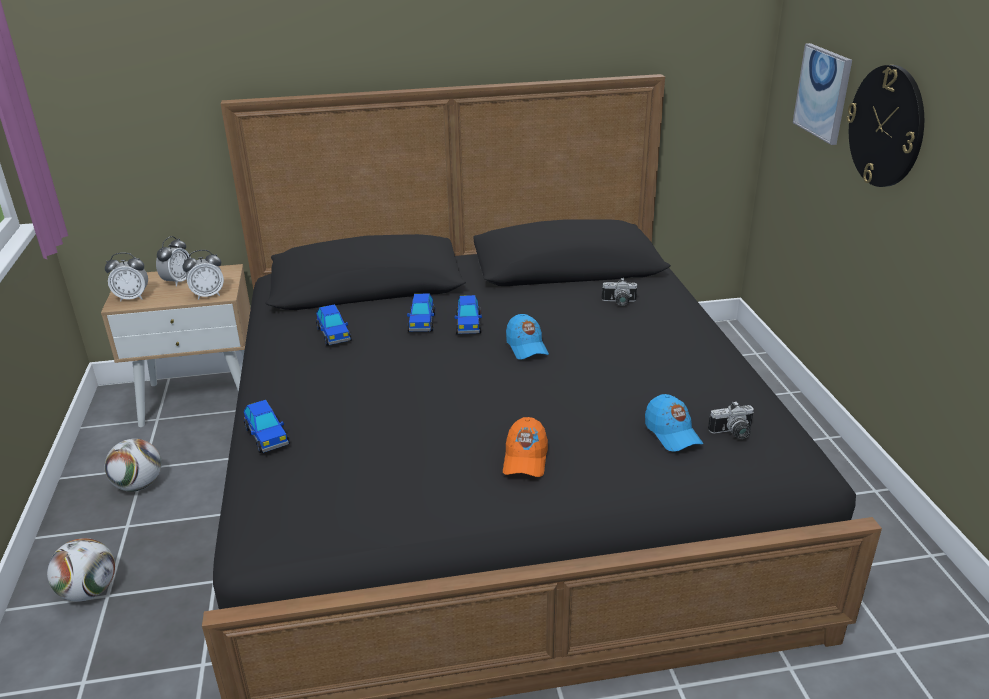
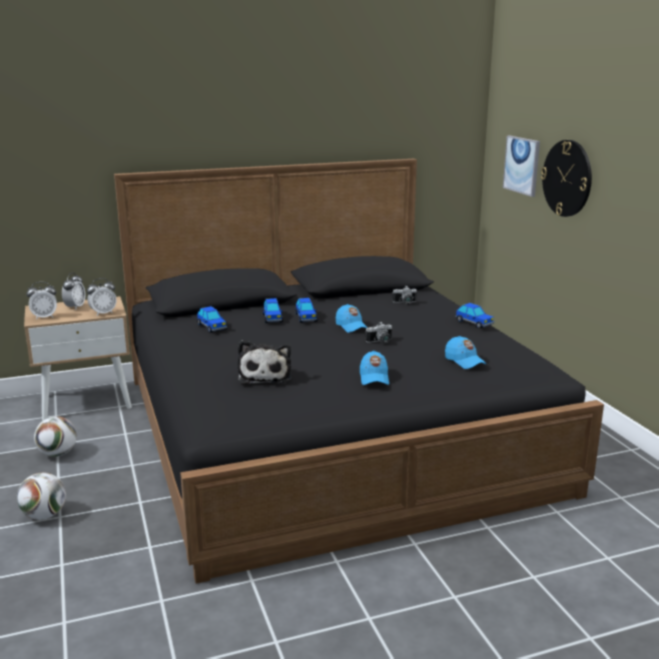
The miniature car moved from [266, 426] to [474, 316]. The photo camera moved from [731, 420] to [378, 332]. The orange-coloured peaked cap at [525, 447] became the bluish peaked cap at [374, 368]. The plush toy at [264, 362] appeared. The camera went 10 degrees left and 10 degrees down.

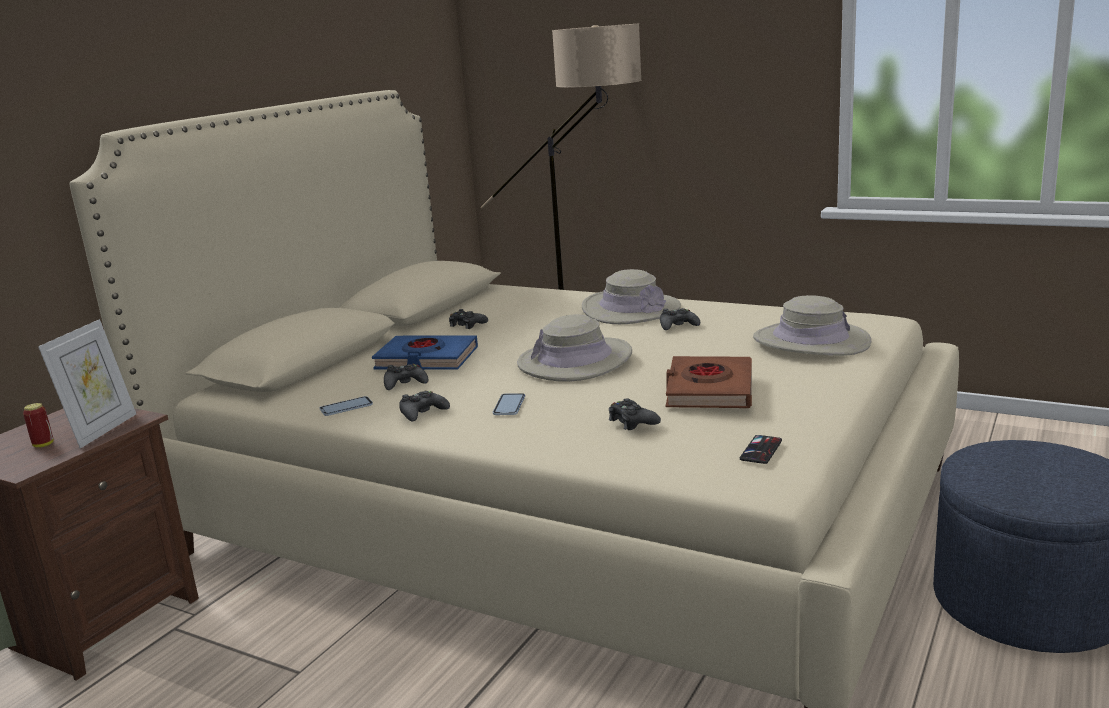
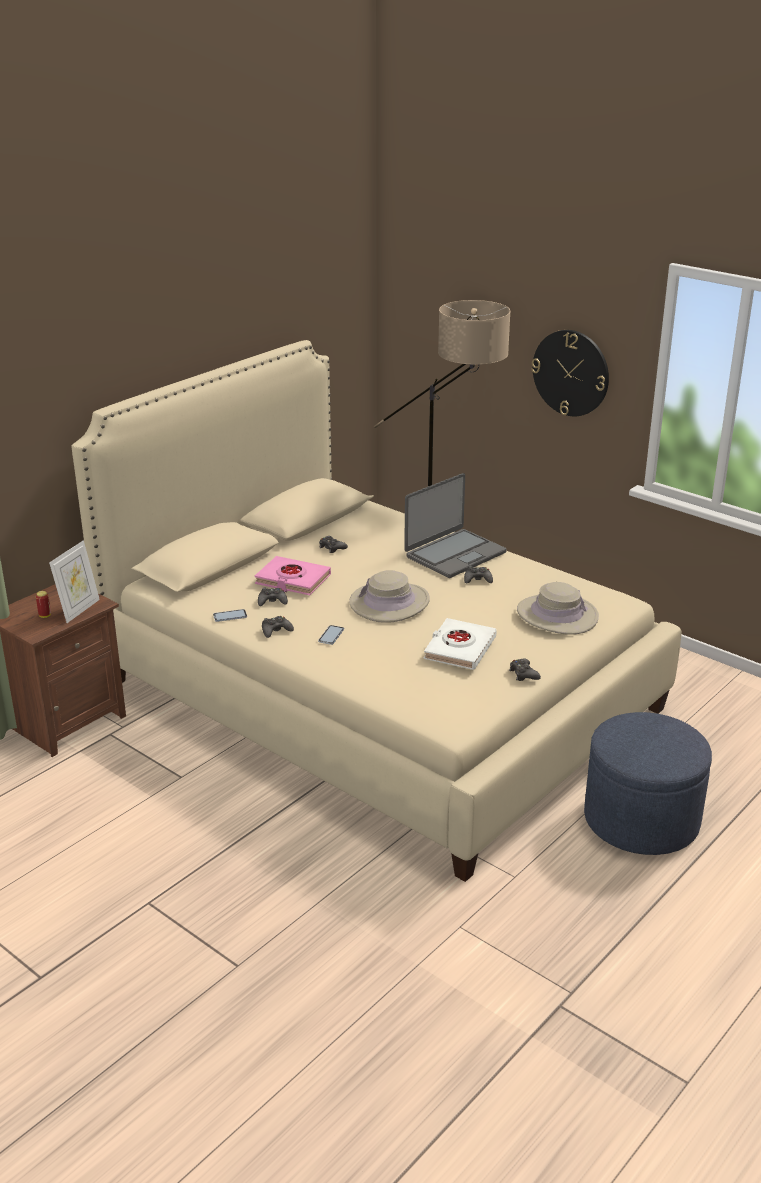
The beige clothing hat at [631, 296] was replaced by the laptop at [455, 525]. The bluish book at [425, 352] became the pinkish book at [293, 575]. The brown book at [709, 382] became the whitish book at [460, 644]. The black game controller moved from [635, 414] to [525, 670]. The handset at [761, 449] disappeared. The hanging clock at [570, 373] appeared. The camera went 10 degrees right and 10 degrees up.

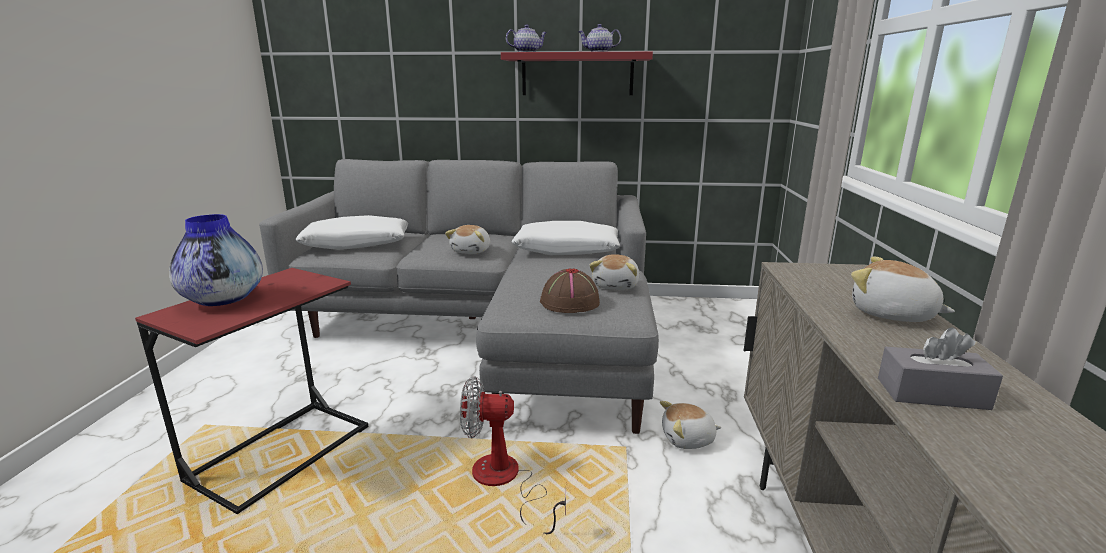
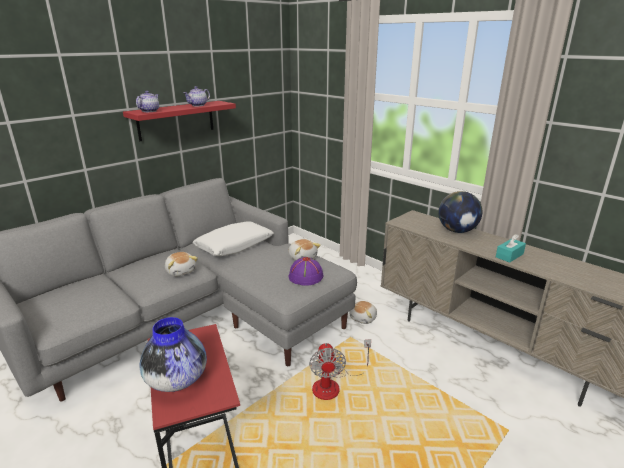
The whitish cushion at [352, 232] disappeared. The plush toy at [903, 289] was replaced by the desk globe at [460, 212]. The brown clothing hat at [570, 290] became the purple clothing hat at [306, 271]. The grey tissue holder at [940, 368] became the turquoise tissue holder at [511, 248]. The cooling fan at [513, 455] turned 45 degrees counterclockwise. The camera went 50 degrees left and 5 degrees up.

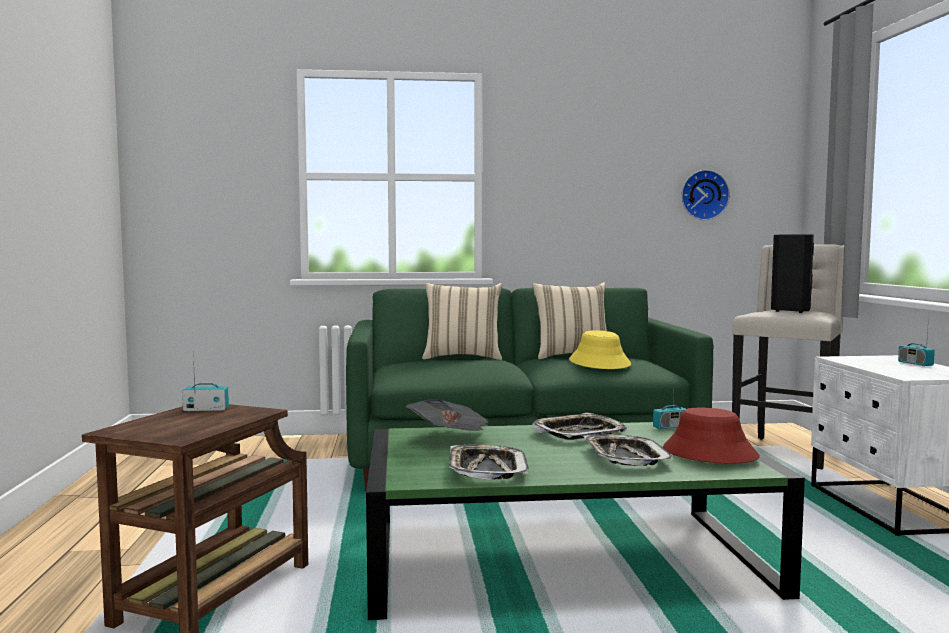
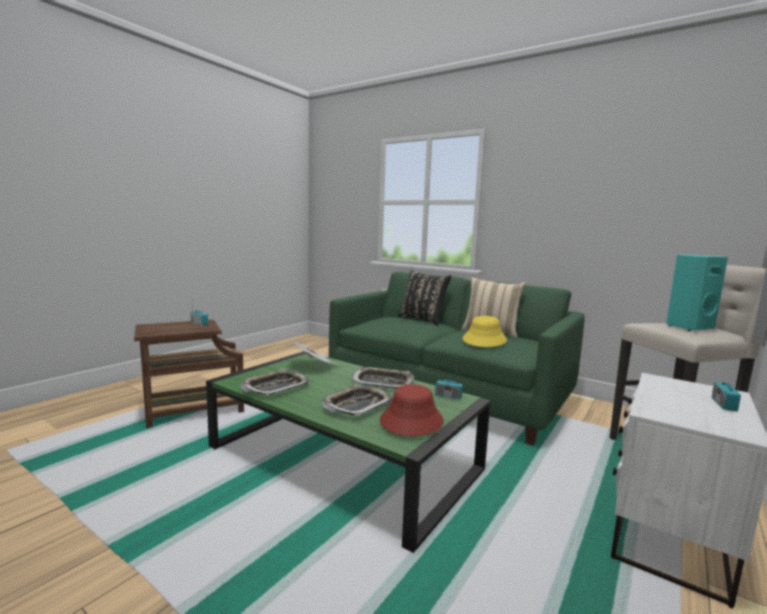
The hanging clock at [705, 195] disappeared. The black audio speaker at [792, 273] became the turquoise audio speaker at [697, 293]. The beige cushion at [462, 321] became the black cushion at [424, 298]. The camera went 40 degrees right and 5 degrees up.

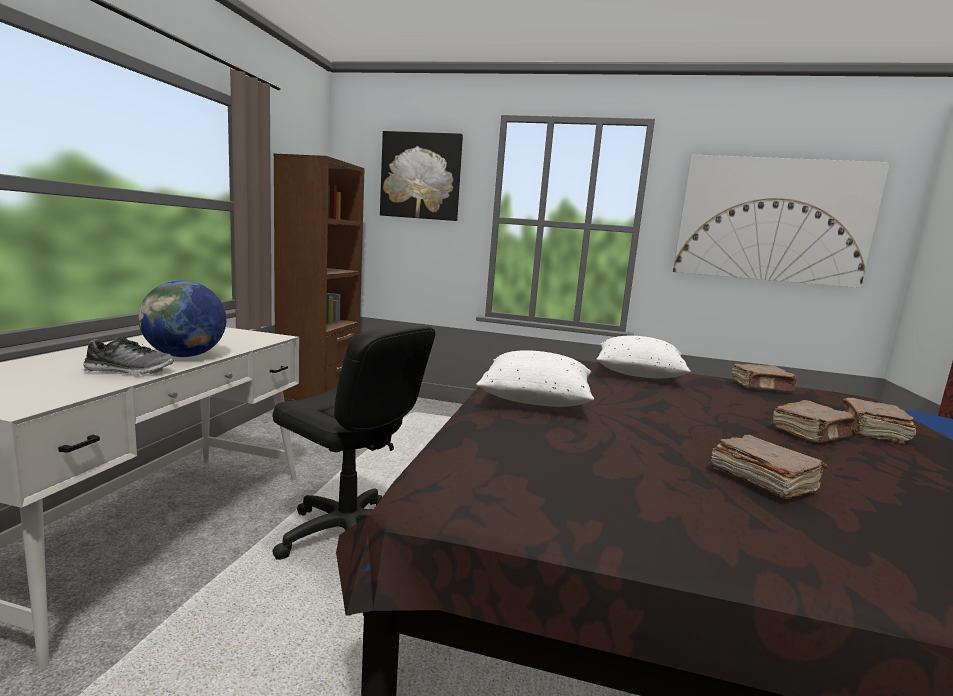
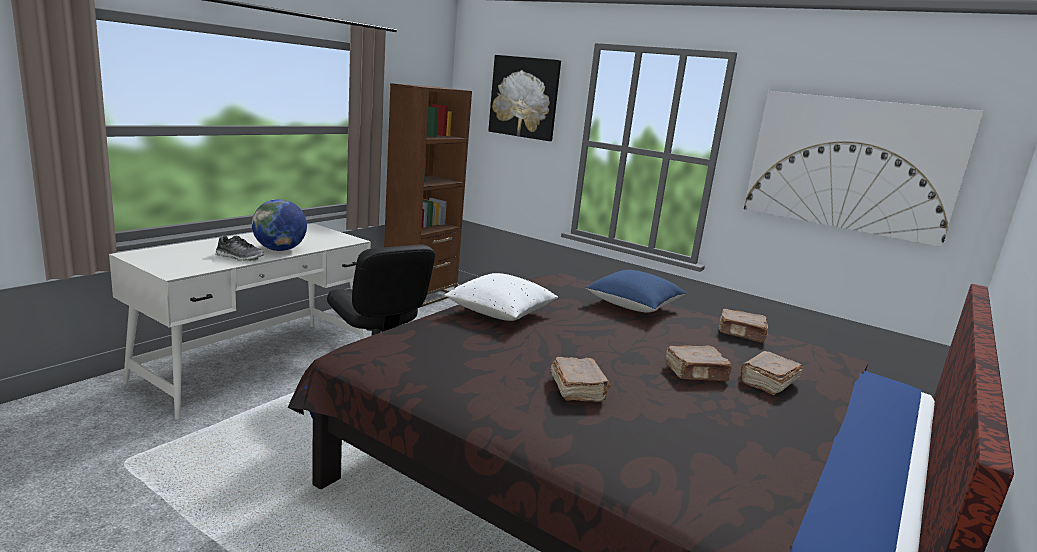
The whitish cushion at [643, 357] became the bluish cushion at [635, 291]. The camera went 20 degrees right and 5 degrees up.

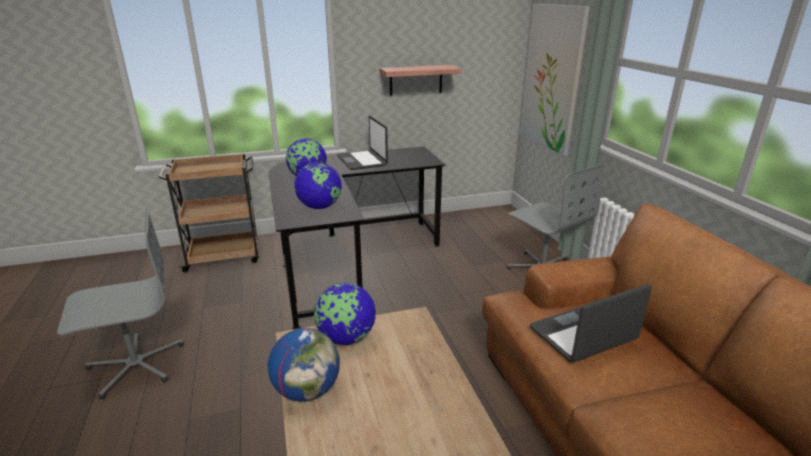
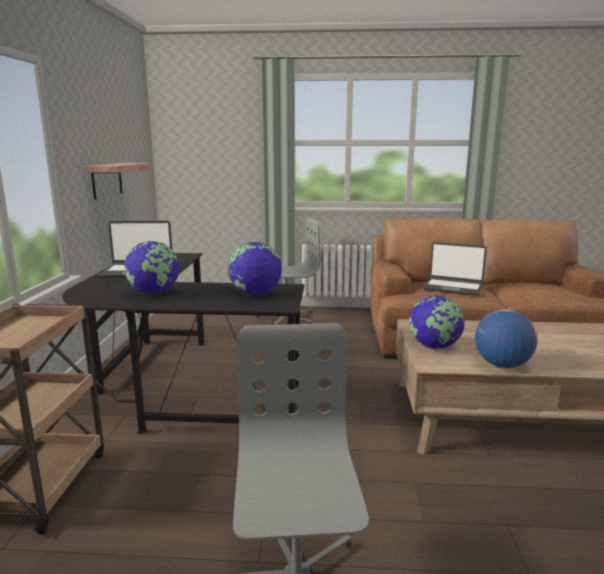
The picture at [555, 80] disappeared. The laptop at [591, 323] turned 60 degrees counterclockwise. The camera went 70 degrees left and 10 degrees down.

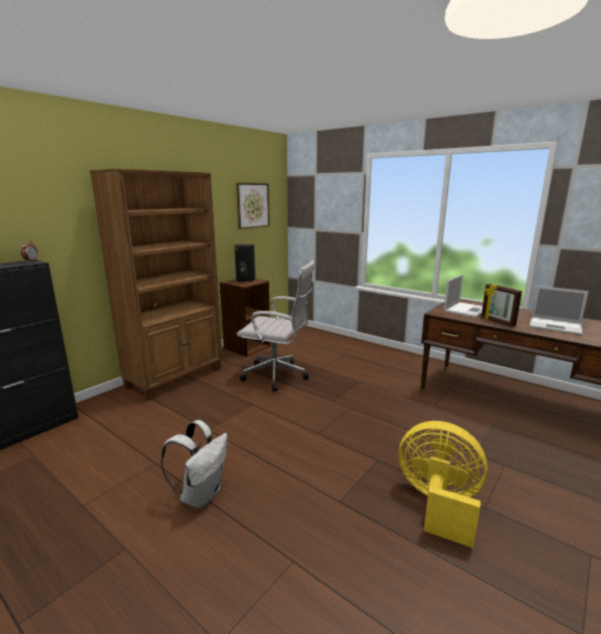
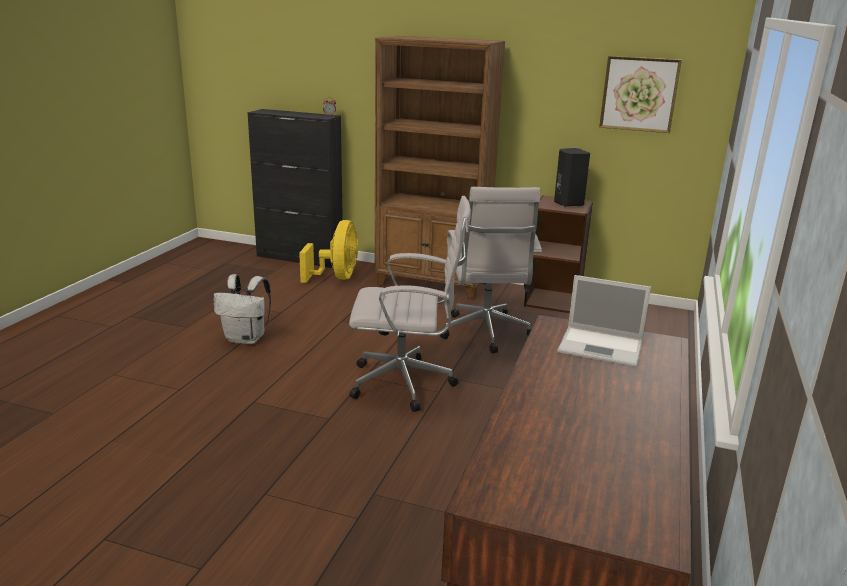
The photo frame at [501, 305] disappeared. The laptop at [559, 310] disappeared. The yellowish cooling fan moved from [443, 484] to [328, 251]. The whitish desk chair at [410, 304] appeared. The camera went 70 degrees right and 5 degrees up.

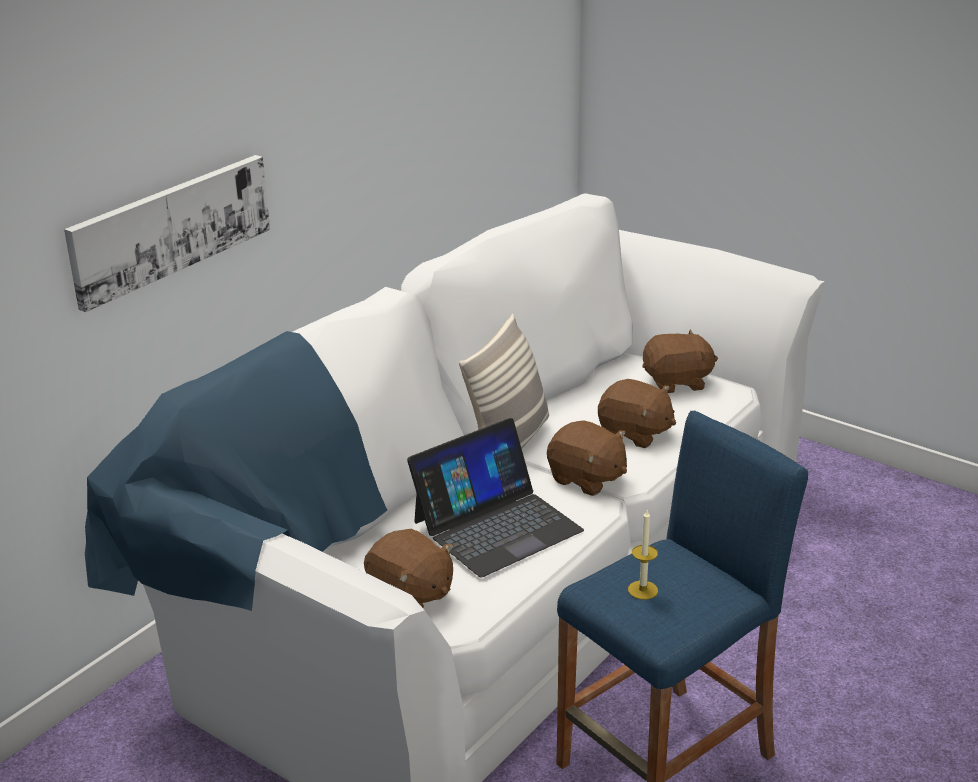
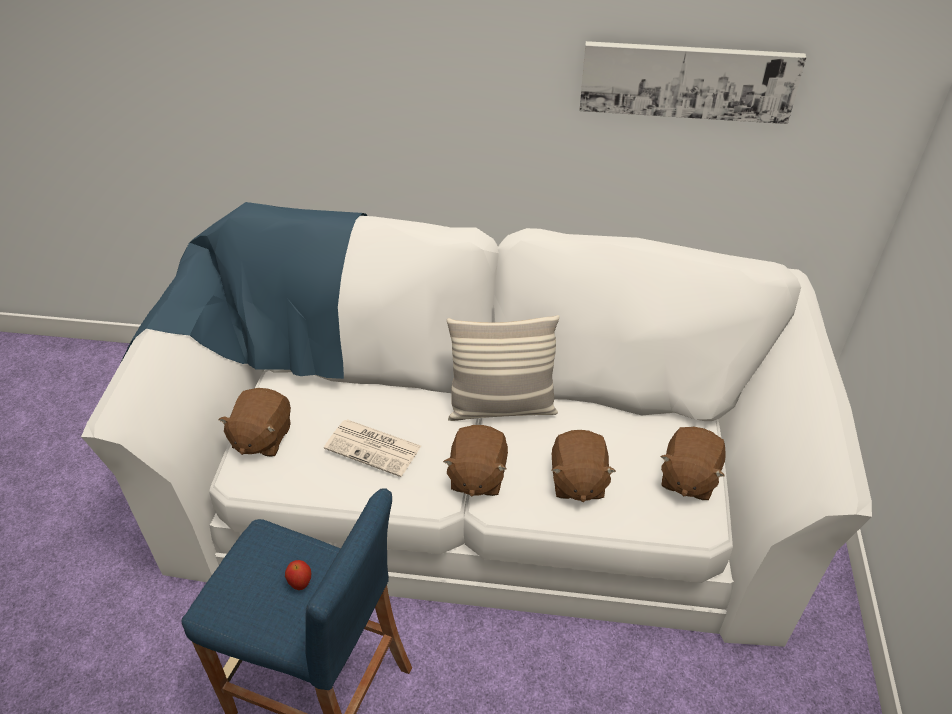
The picture moved from [167, 233] to [692, 82]. The brown plush toy at [680, 361] turned 60 degrees clockwise. The laptop at [495, 497] was replaced by the daily paper at [372, 448]. The wax light at [643, 555] disappeared. The apple at [298, 575] appeared. The camera went 60 degrees right and 15 degrees up.

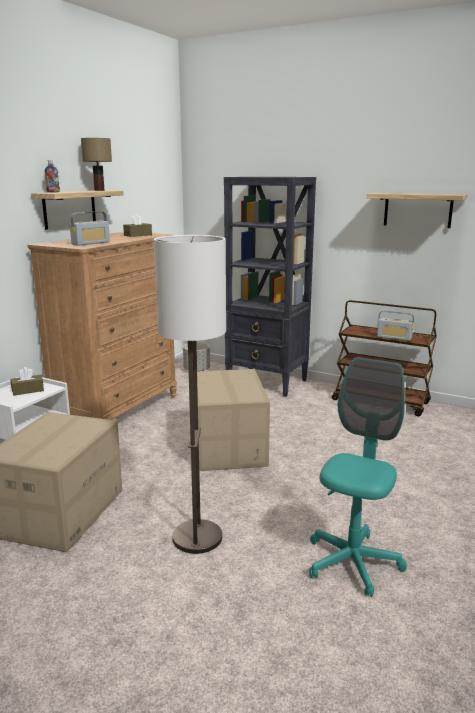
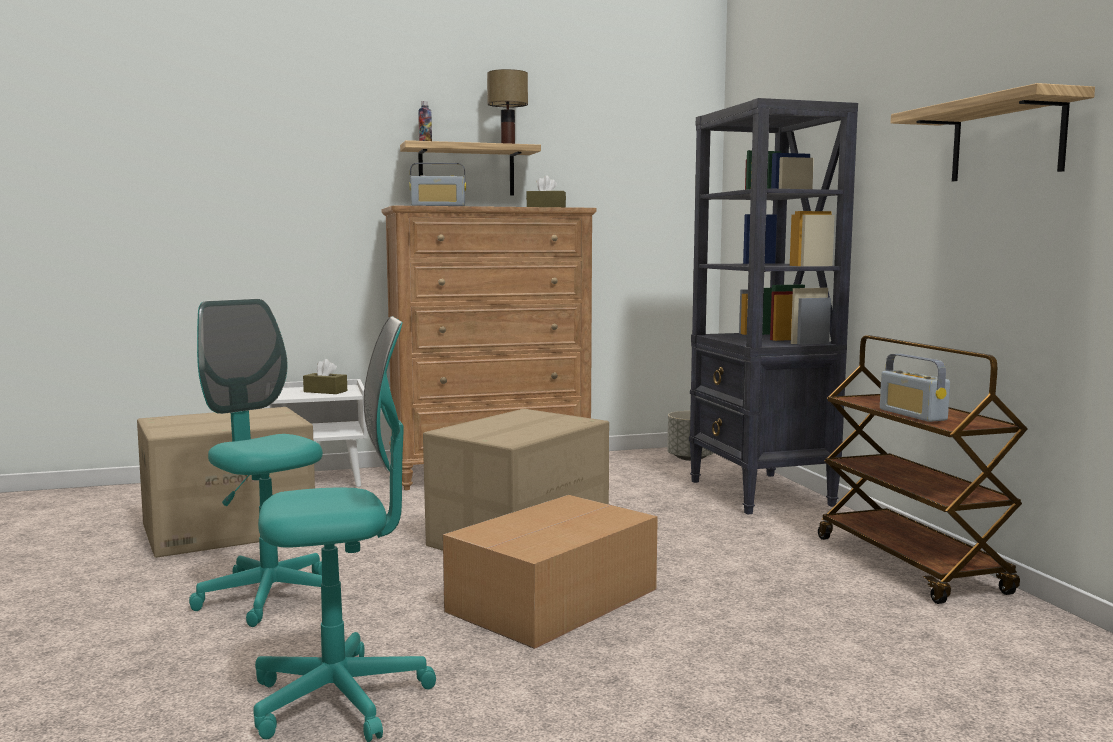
The standard lamp at [190, 394] was replaced by the turquoise desk chair at [256, 463]. The carton at [550, 572] appeared. The camera went 45 degrees right and 10 degrees down.

